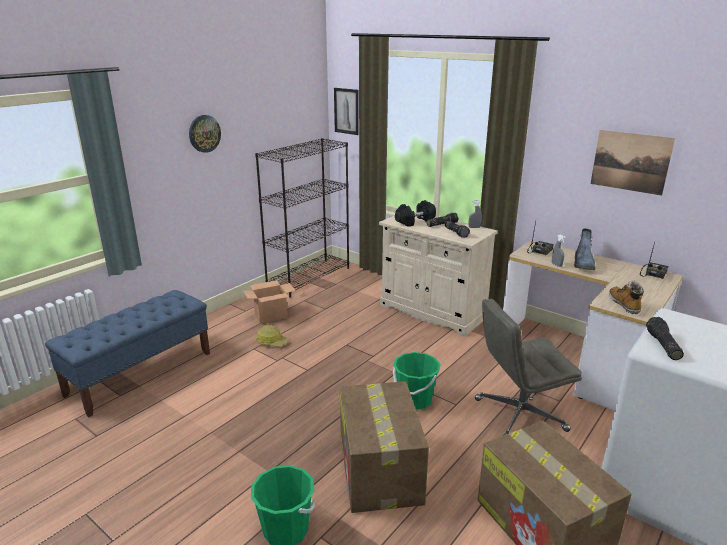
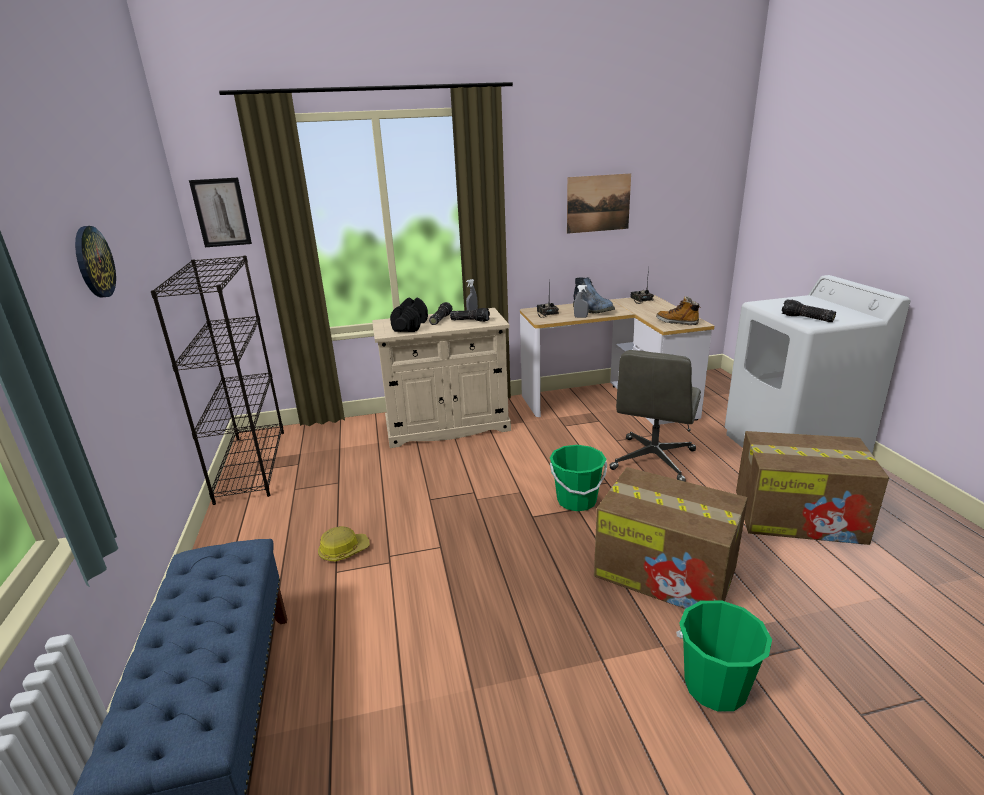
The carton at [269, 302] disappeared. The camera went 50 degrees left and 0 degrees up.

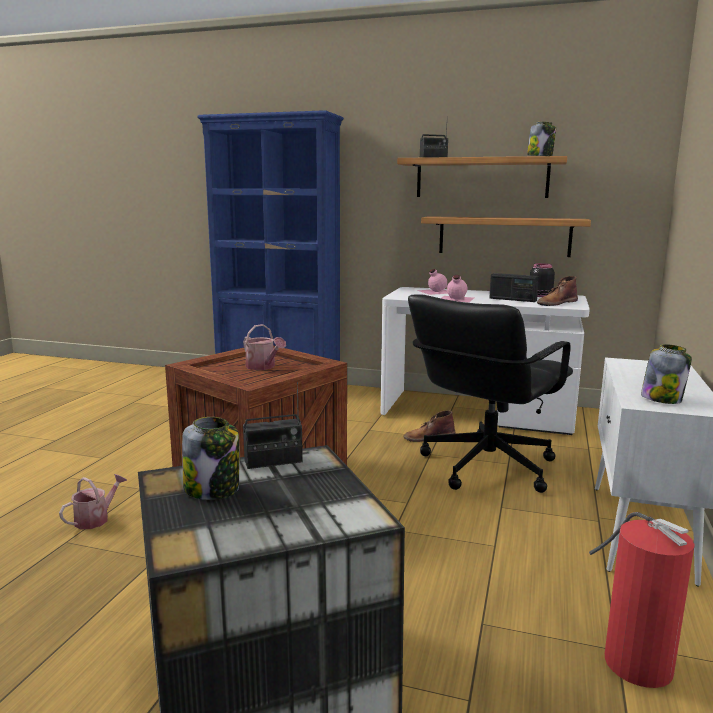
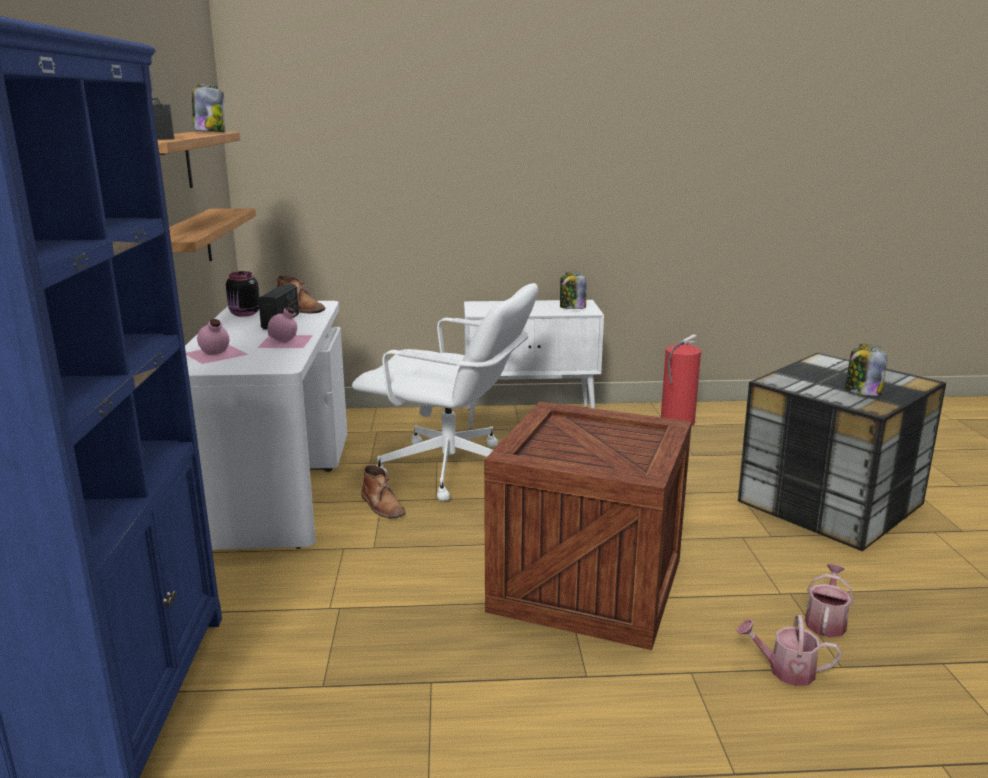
The black desk chair at [490, 393] became the whitish desk chair at [445, 392]. The watering pot moved from [264, 347] to [829, 601]. The radio receiver at [273, 425] disappeared. The camera went 110 degrees left and 5 degrees up.

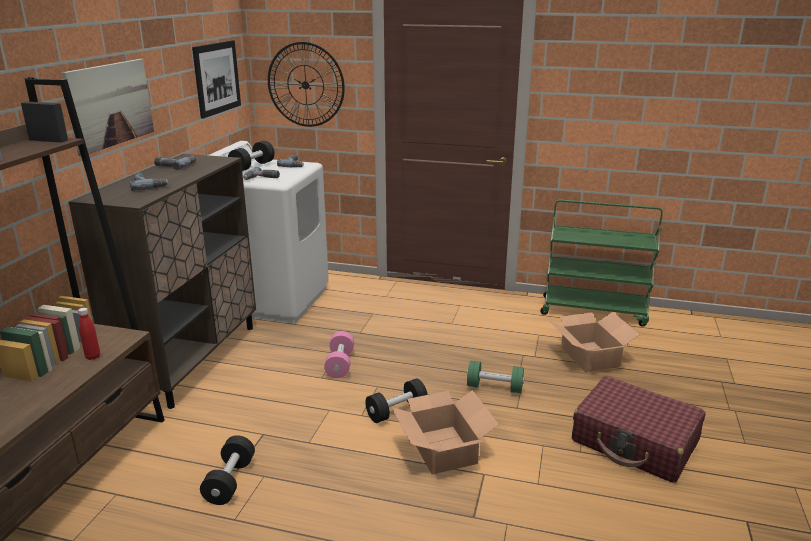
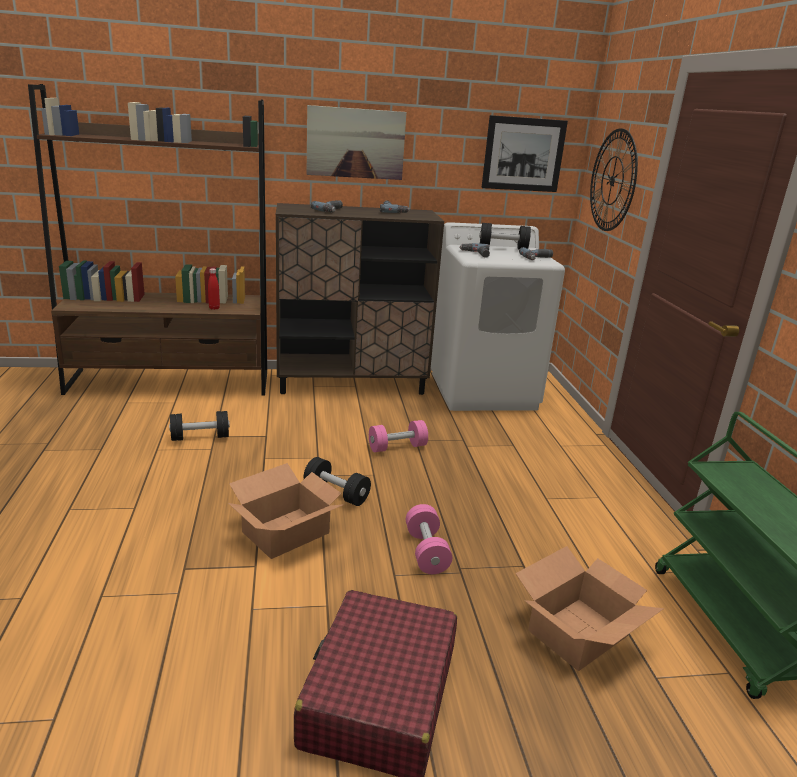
The green hand weight at [495, 376] became the pinkish hand weight at [429, 539]. The camera went 65 degrees right and 0 degrees up.

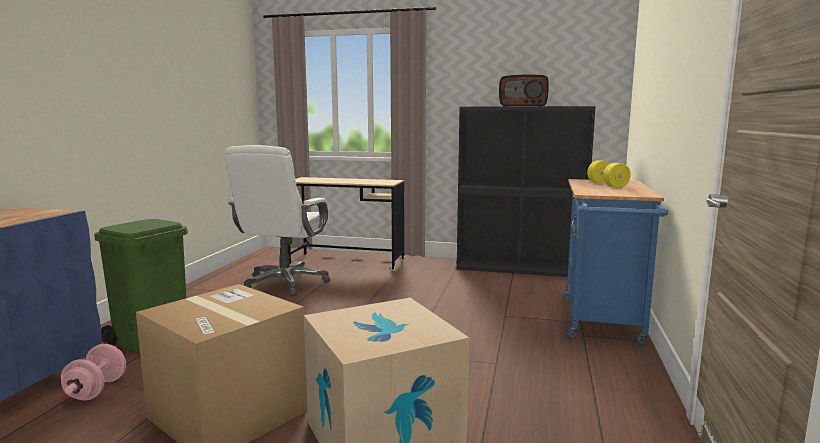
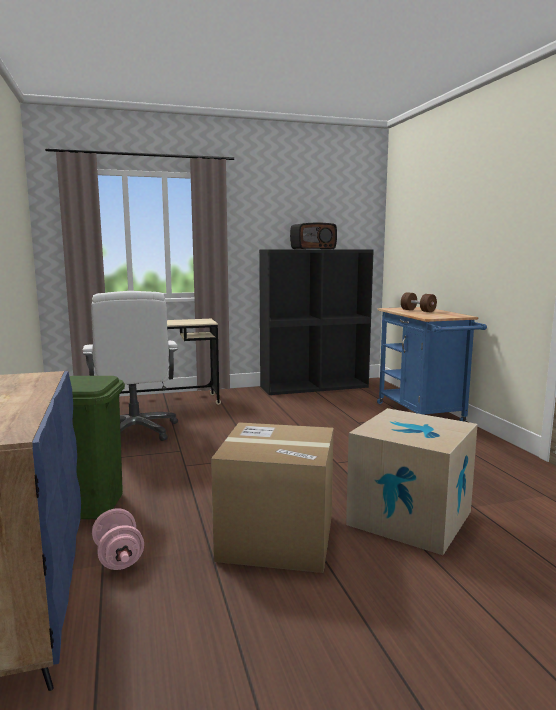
The yellowish hand weight at [609, 174] became the brown hand weight at [419, 302]. The camera went 30 degrees left and 0 degrees up.

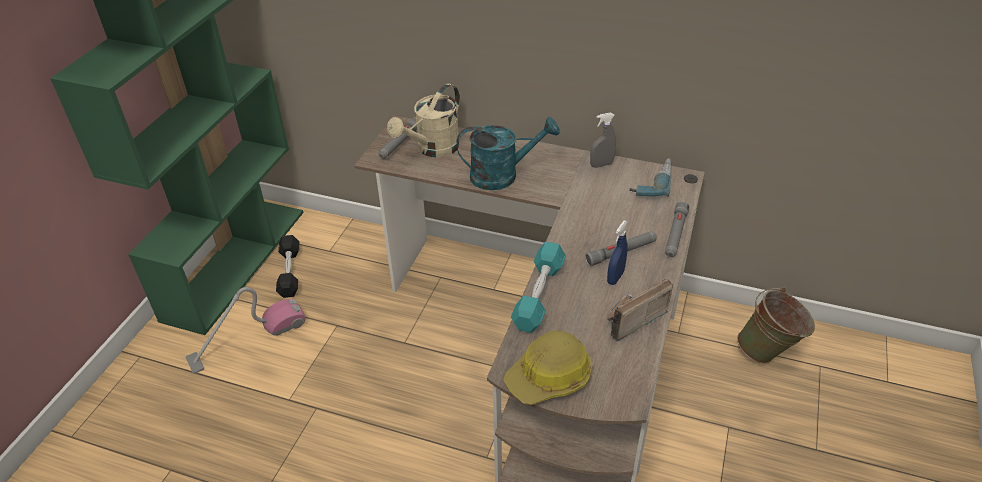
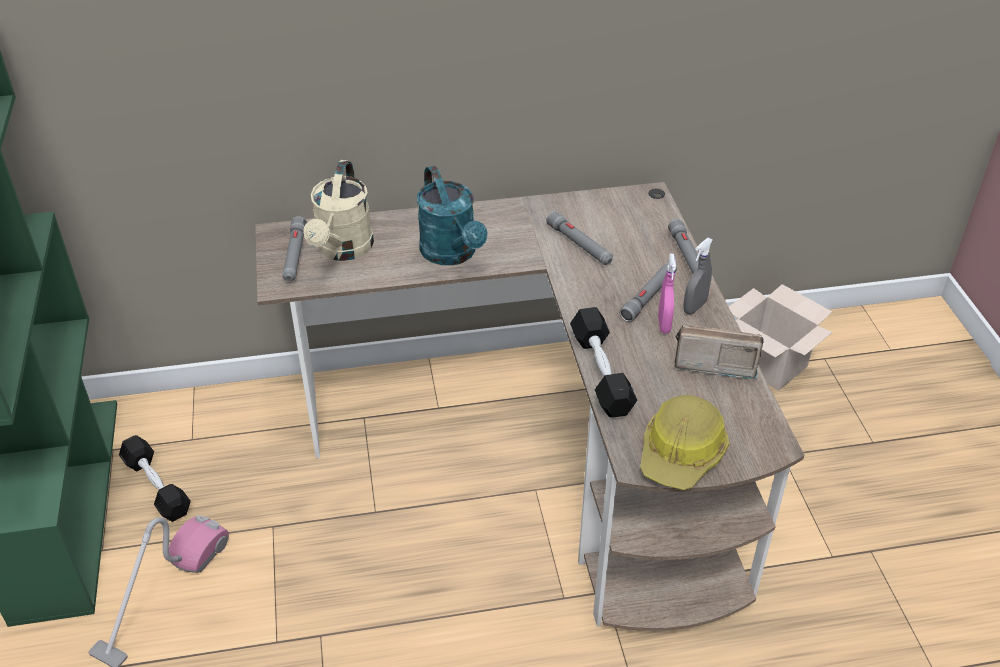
The grey spray bottle moved from [603, 140] to [698, 276]. The turquoise watering pot at [508, 153] turned 105 degrees clockwise. The power drill at [650, 177] disappeared. The bluish spray bottle at [617, 252] became the pinkish spray bottle at [667, 294]. The turquoise hand weight at [538, 287] became the black hand weight at [603, 362]. The radio receiver at [640, 310] turned 75 degrees clockwise. The green pail at [776, 325] was replaced by the carton at [781, 337]. The grey torch at [579, 238] appeared. The camera went 30 degrees left and 0 degrees up.

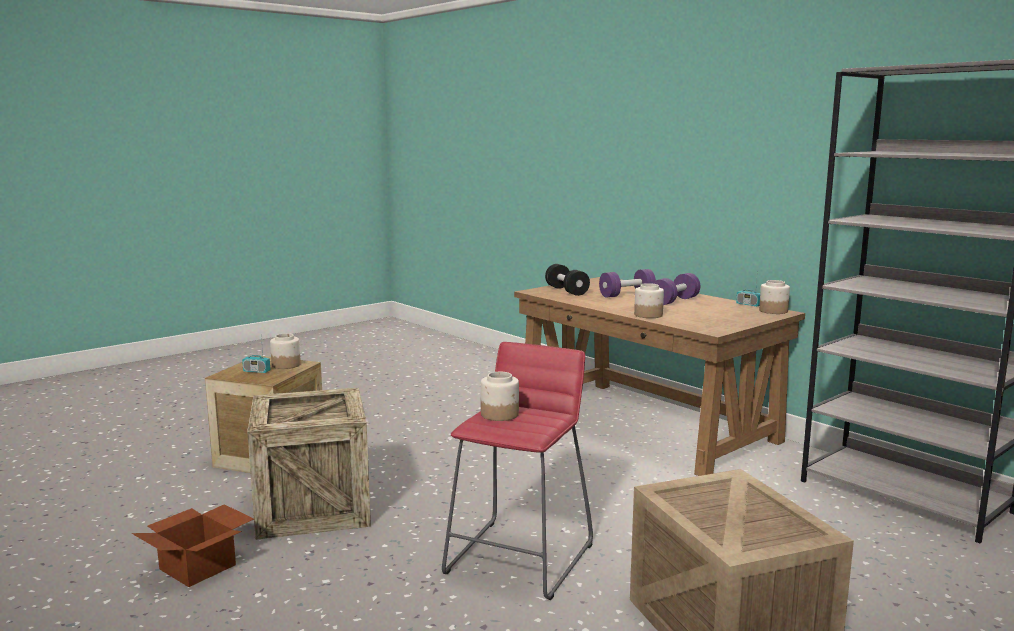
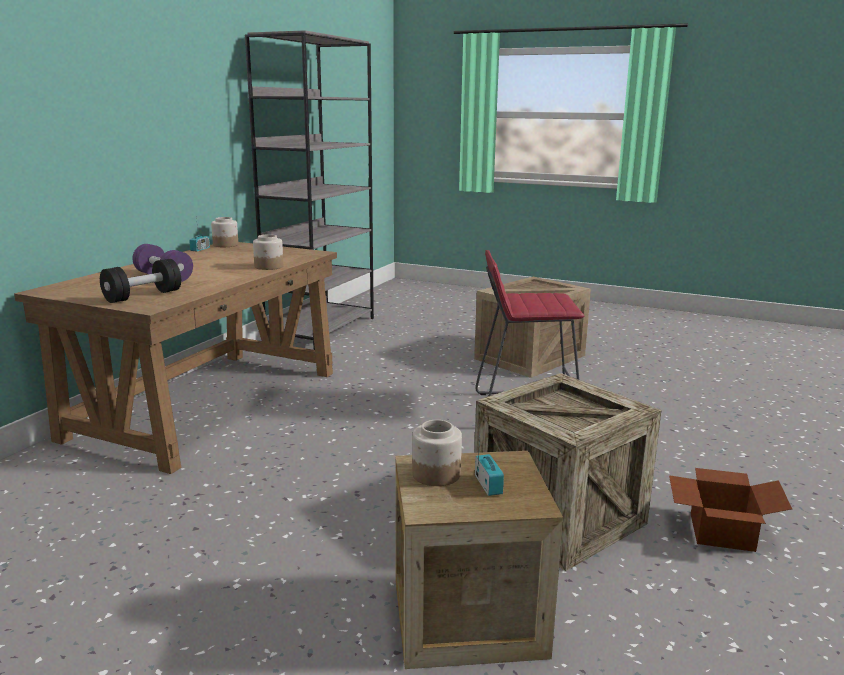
The purple hand weight at [676, 289] disappeared. The storage jar at [500, 396] disappeared. The camera went 115 degrees left and 5 degrees up.

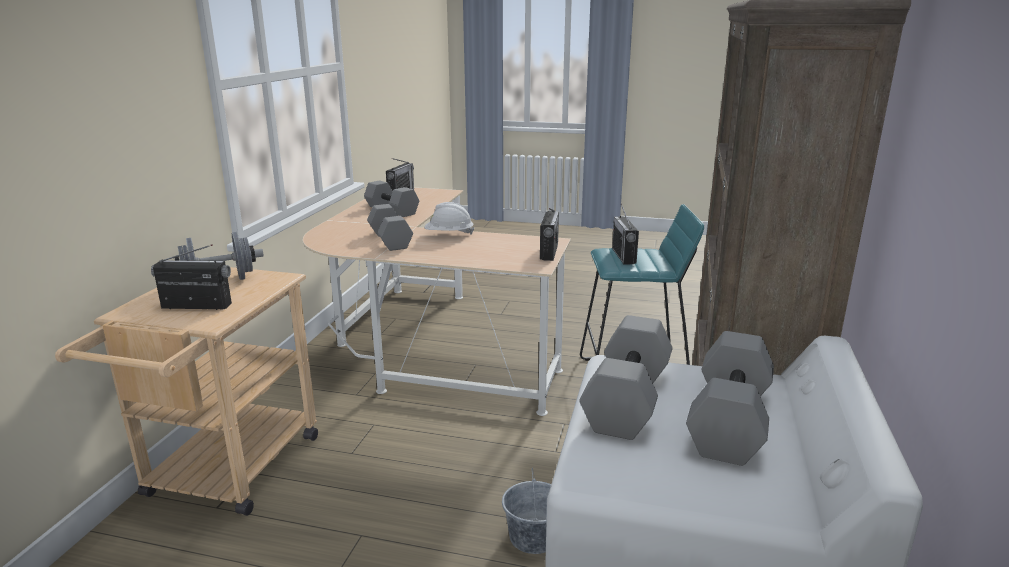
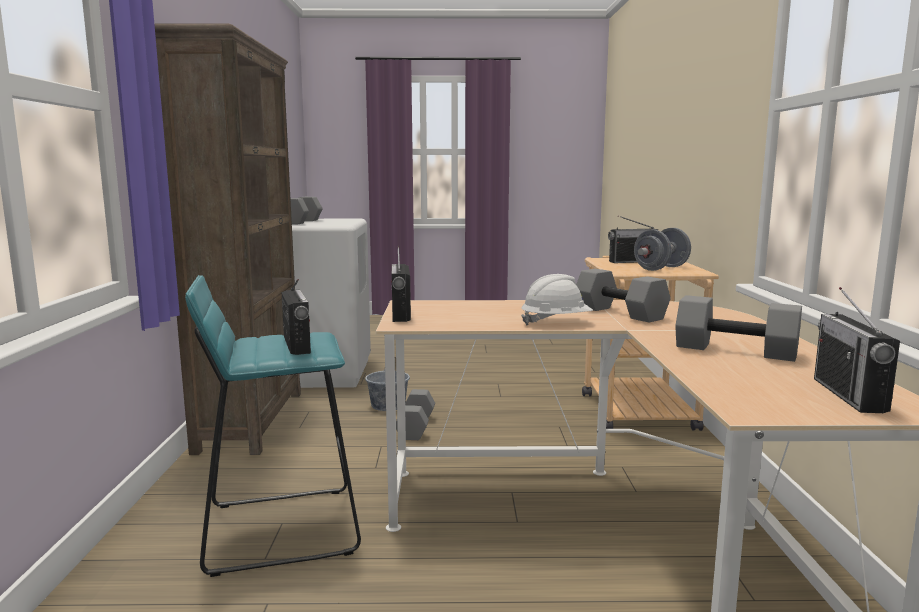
The grey hand weight moved from [626, 377] to [415, 414]. The camera went 165 degrees right and 10 degrees down.

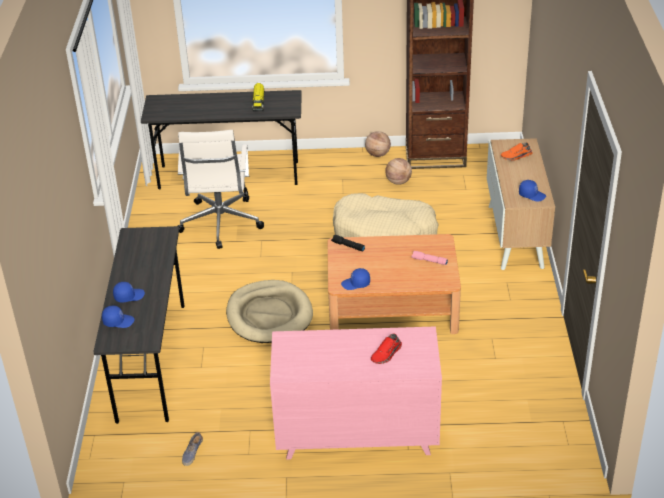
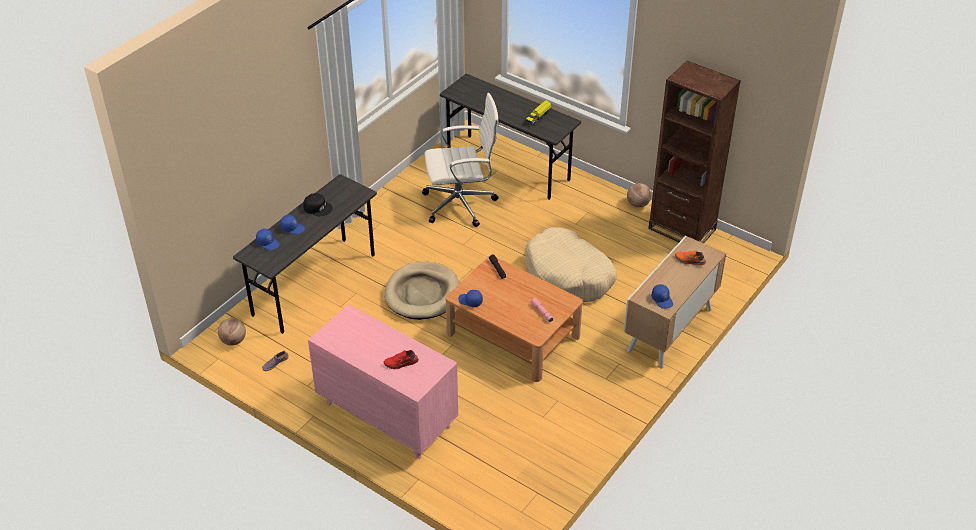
The whitish desk chair at [221, 189] turned 135 degrees counterclockwise. The basketball ball moved from [398, 171] to [232, 332]. The black peaked cap at [318, 204] appeared. The camera went 35 degrees right and 5 degrees up.

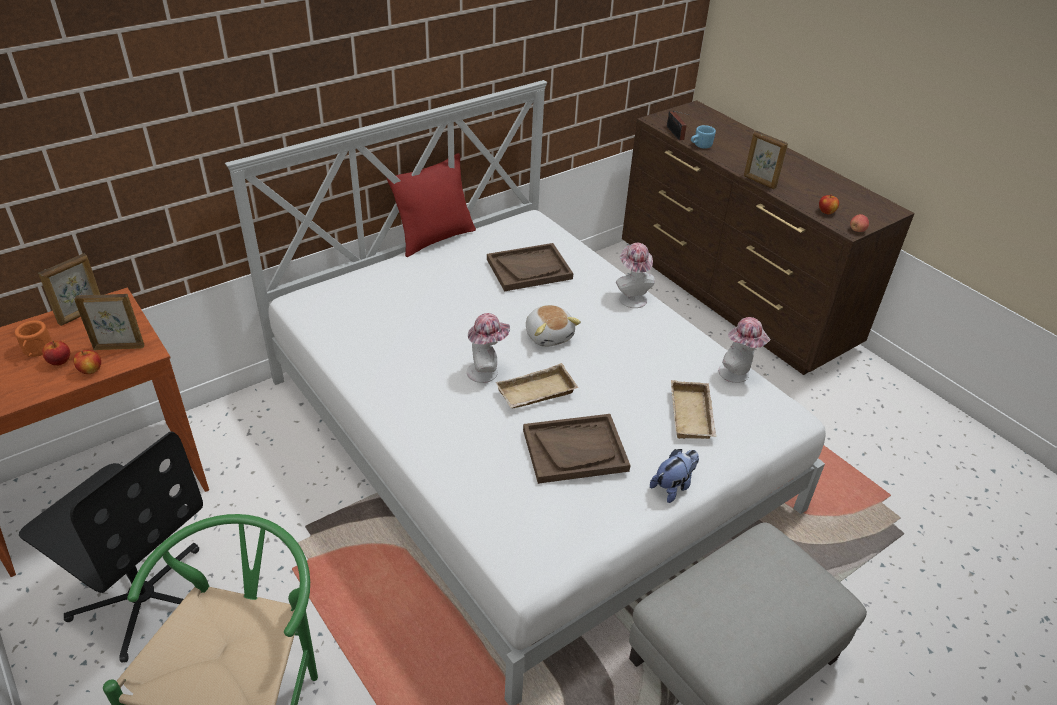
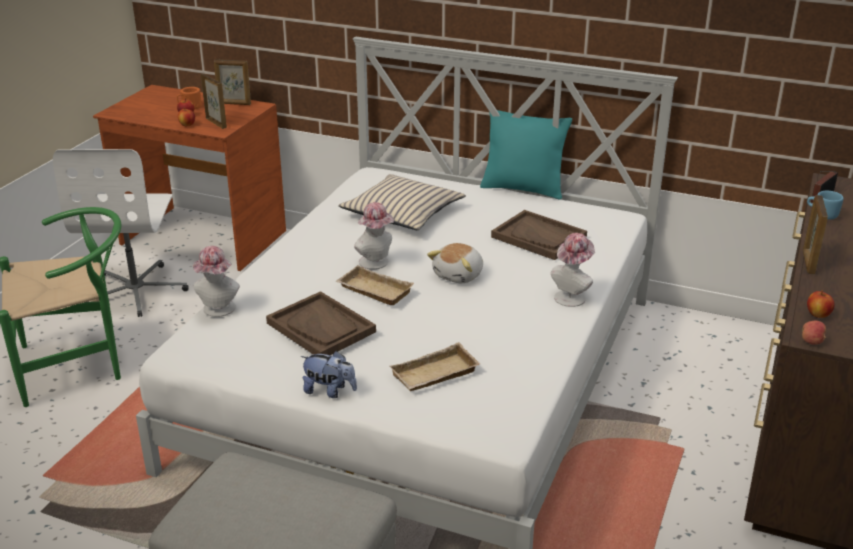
The red cushion at [431, 205] became the turquoise cushion at [526, 155]. The clothing hat moved from [744, 350] to [216, 281]. The black desk chair at [111, 547] became the whitish desk chair at [120, 233]. The beige cushion at [402, 202] appeared. The camera went 60 degrees right and 10 degrees down.

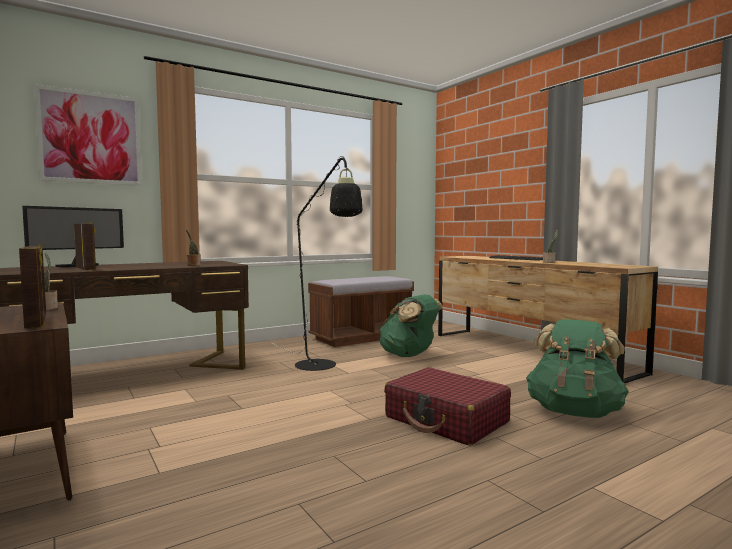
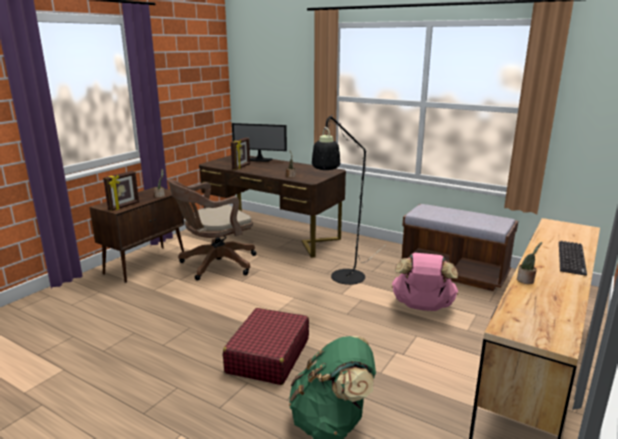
The picture at [88, 135] disappeared. The green knapsack at [411, 325] became the pinkish knapsack at [425, 282]. The brown desk chair at [212, 230] appeared. The camera went 65 degrees right and 15 degrees up.

